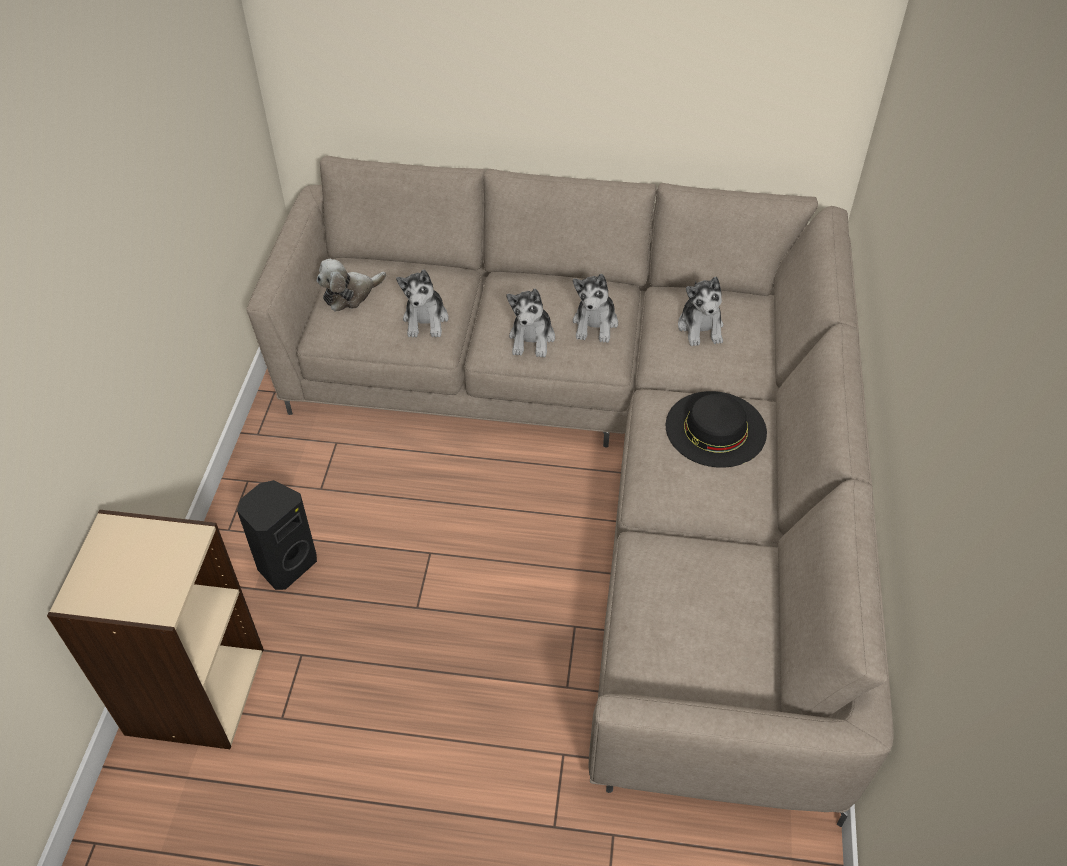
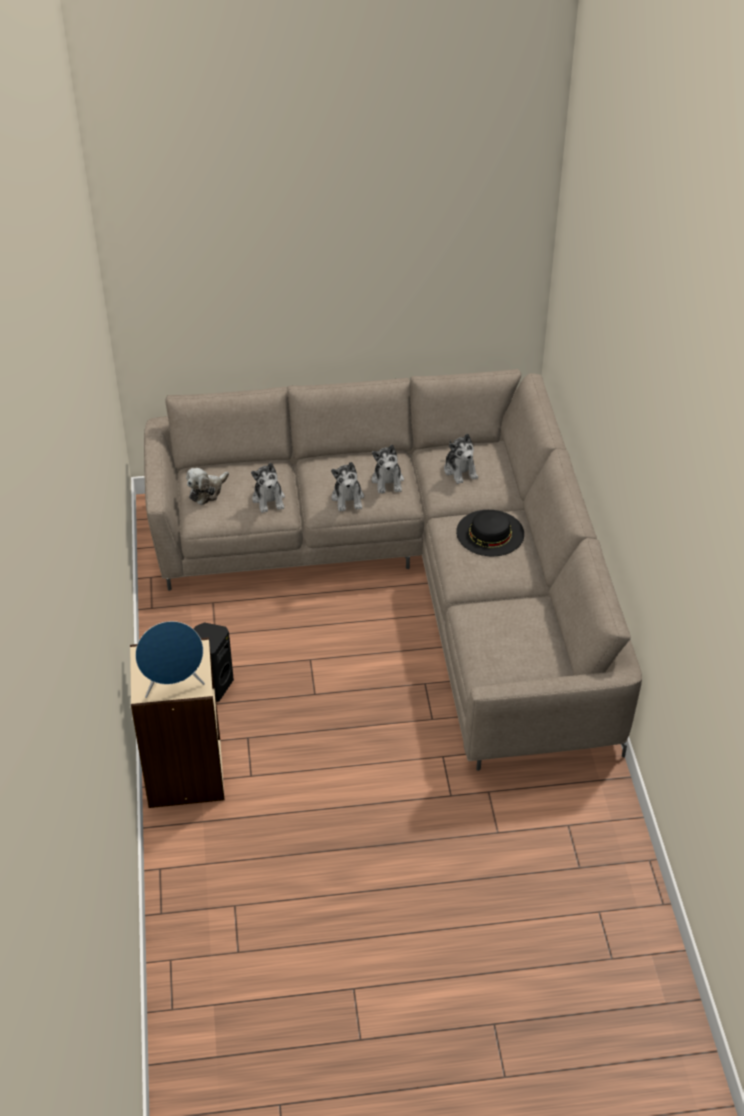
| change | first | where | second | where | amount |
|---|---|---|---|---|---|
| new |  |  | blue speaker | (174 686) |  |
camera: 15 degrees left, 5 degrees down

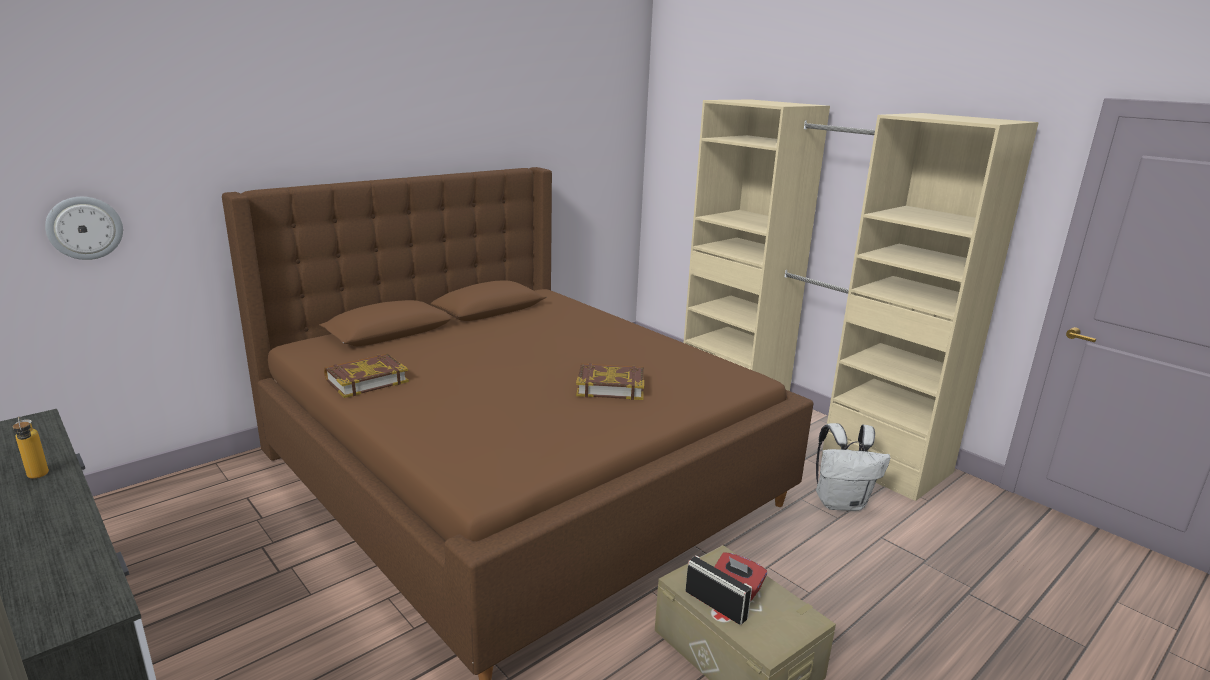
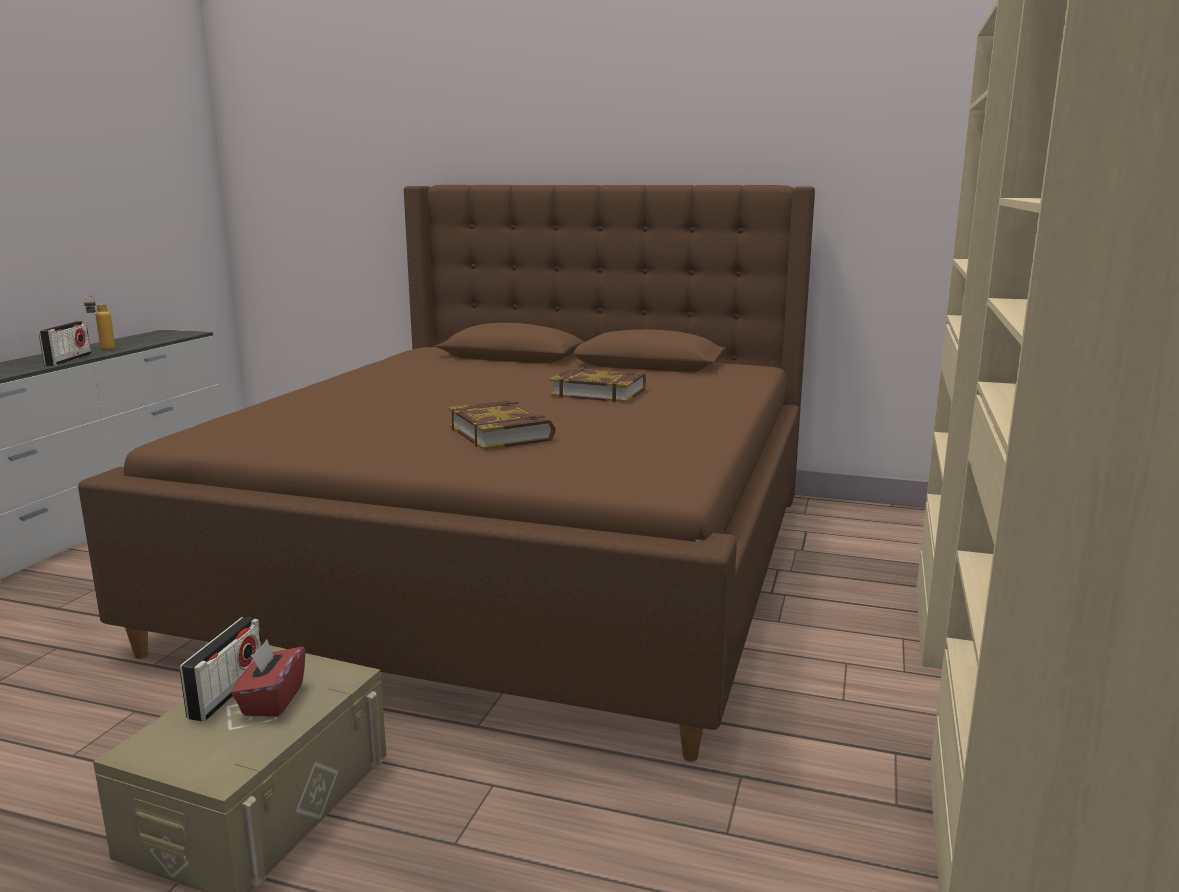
| change | first | where | second | where | amount |
|---|---|---|---|---|---|
| new |  |  | radio | (68 360) |  |
| shifted | book | (366 380) |  | (599 392) |  |
| gone | wall clock | (84 228) |  |  |  |
| gone | white backpack | (841 502) |  |  |  |
camera: 60 degrees right, 5 degrees down

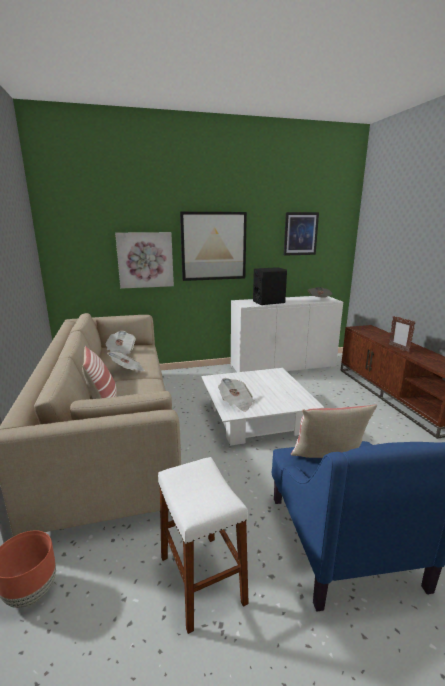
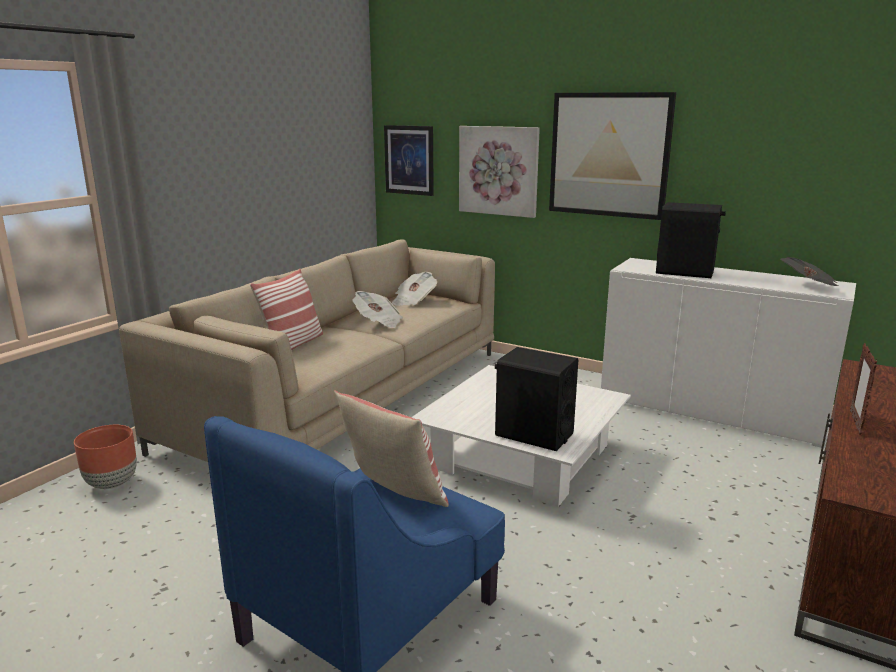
| change | first | where | second | where | amount |
|---|---|---|---|---|---|
| shifted | picture | (300 234) |  | (409 160) |  |
| new |  |  | black speaker | (533 434) |  |
| gone | white stool | (202 579) |  |  |  |
| gone | newspaper | (236 403) |  |  |  |
camera: 45 degrees right, 0 degrees up

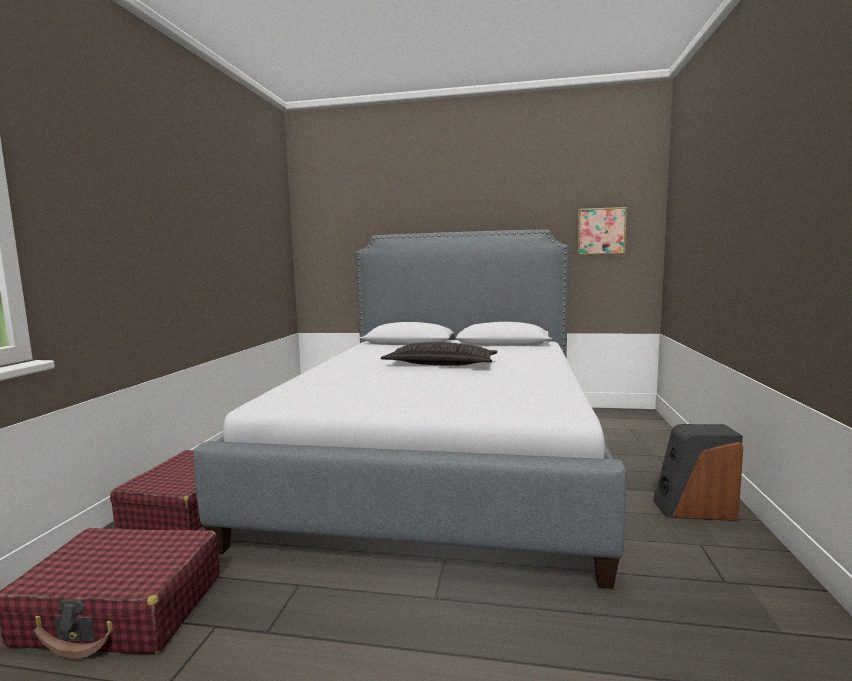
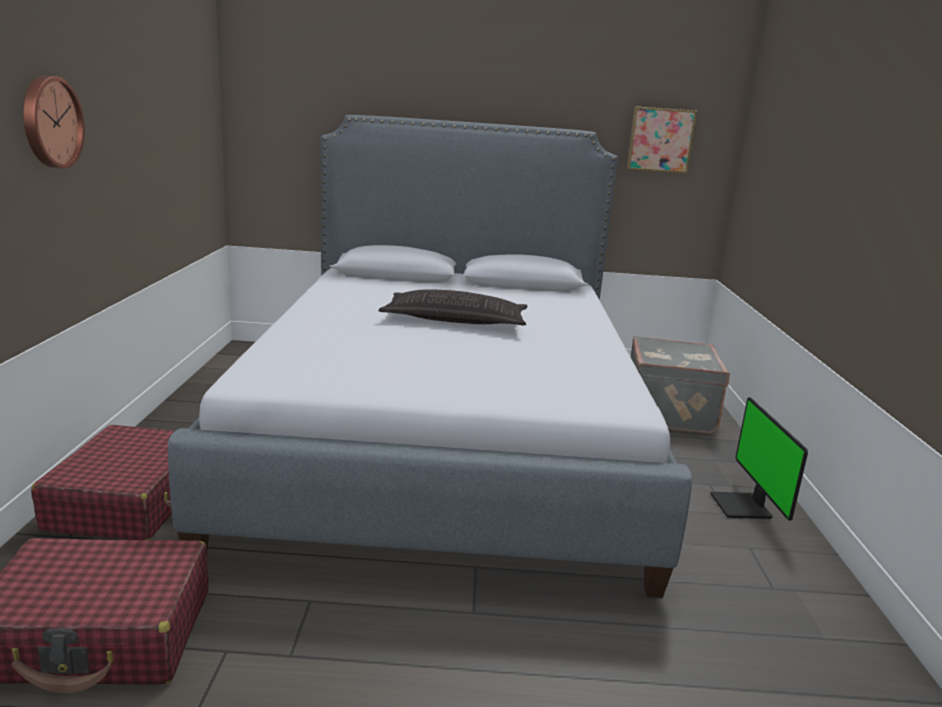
| change | first | where | second | where | amount |
|---|---|---|---|---|---|
| new |  |  | wall clock | (50 122) |  |
| new |  |  | grey suitcase | (670 412) |  |
| swapped | speaker | (694 509) | monitor | (743 507) |  |
camera: 10 degrees left, 10 degrees up

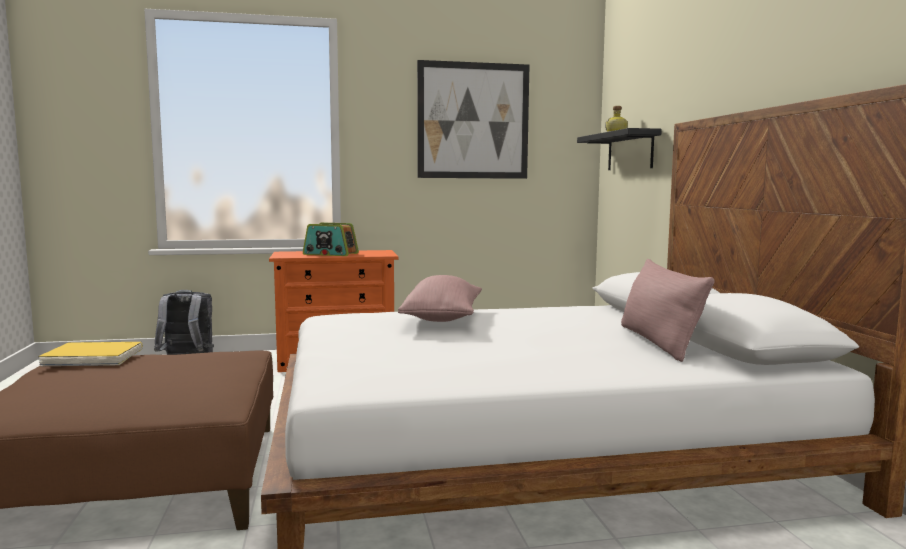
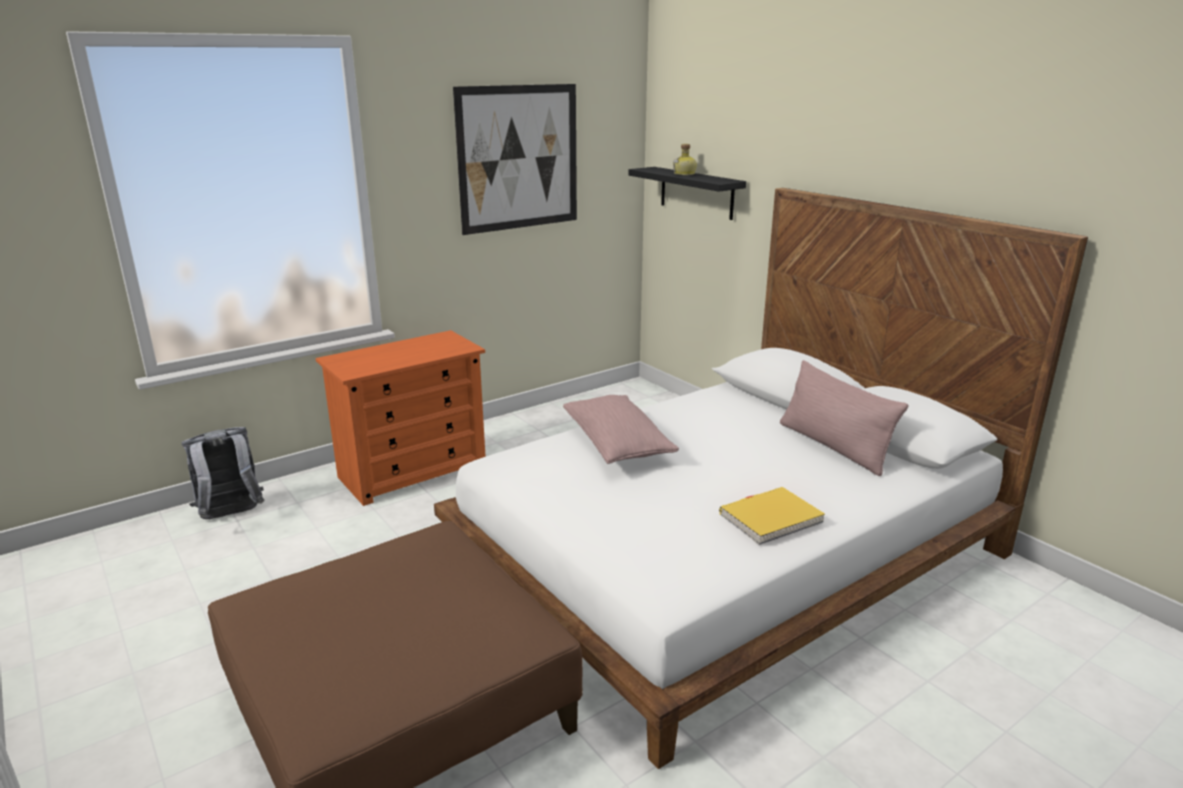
| change | first | where | second | where | amount |
|---|---|---|---|---|---|
| shifted | yellow book | (93 358) |  | (770 519) |  |
| gone | radio | (330 254) |  |  |  |
camera: 25 degrees left, 15 degrees up

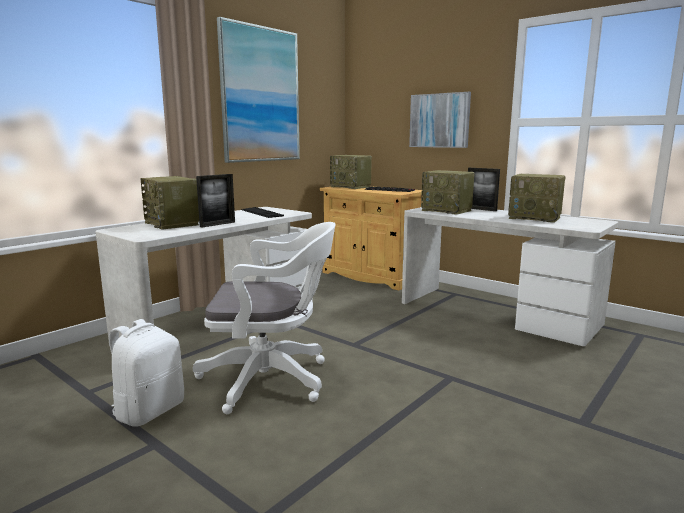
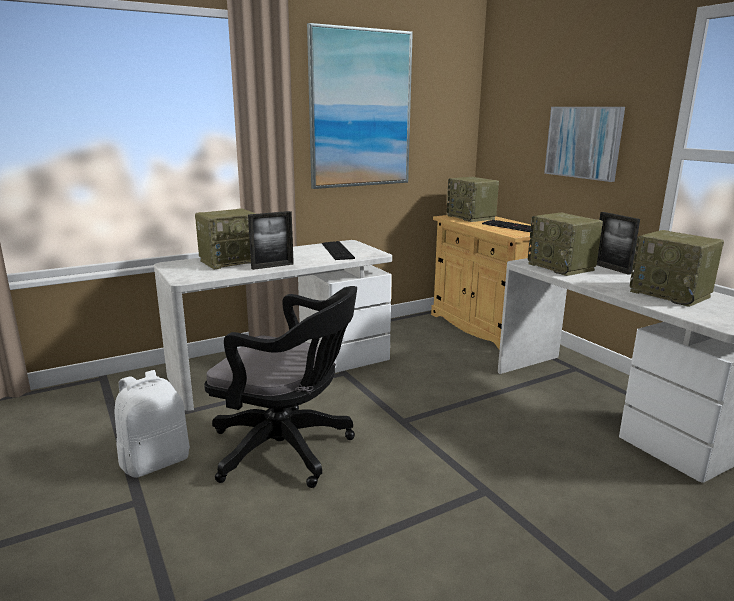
| change | first | where | second | where | amount |
|---|---|---|---|---|---|
| rotated | radio | (173 224) |  | (231 261) | 105 degrees counterclockwise |
| repainted | white office chair | (272 380) | black office chair | (288 450) |  |
camera: 20 degrees right, 5 degrees up

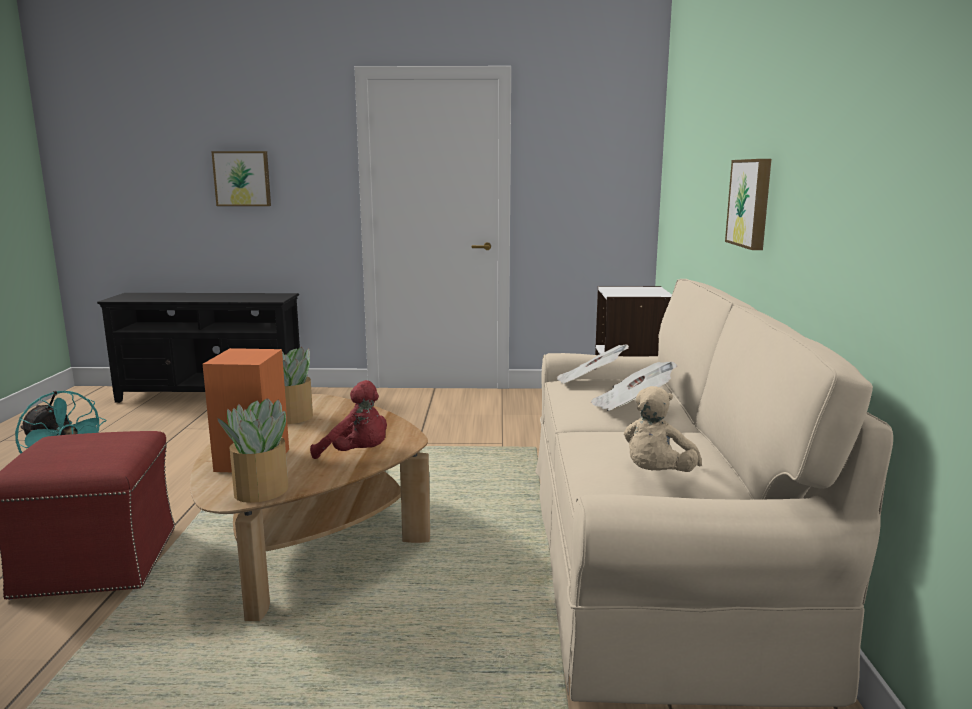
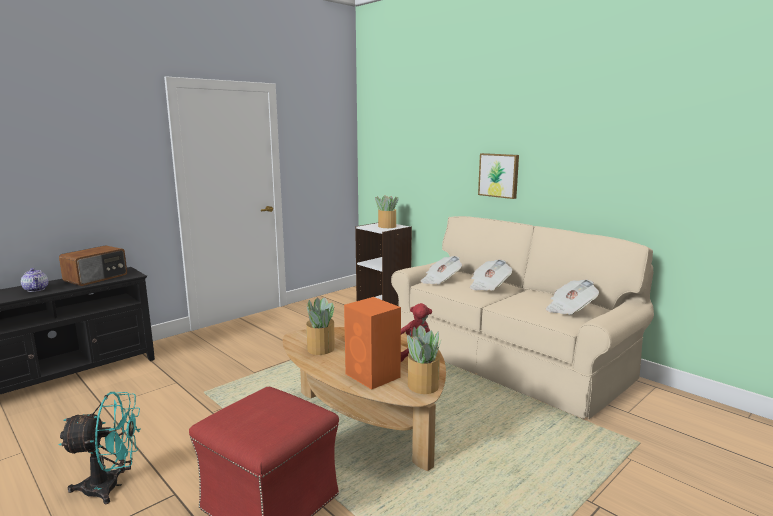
| change | first | where | second | where | amount |
|---|---|---|---|---|---|
| new |  |  | teapot | (36 289) |  |
| new |  |  | radio | (97 278) |  |
| new |  |  | potted plant | (386 226) |  |
| swapped | beige plush toy | (657 475) | newspaper | (569 309) |  |
| gone | picture | (242 178) |  |  |  |
camera: 45 degrees left, 0 degrees up

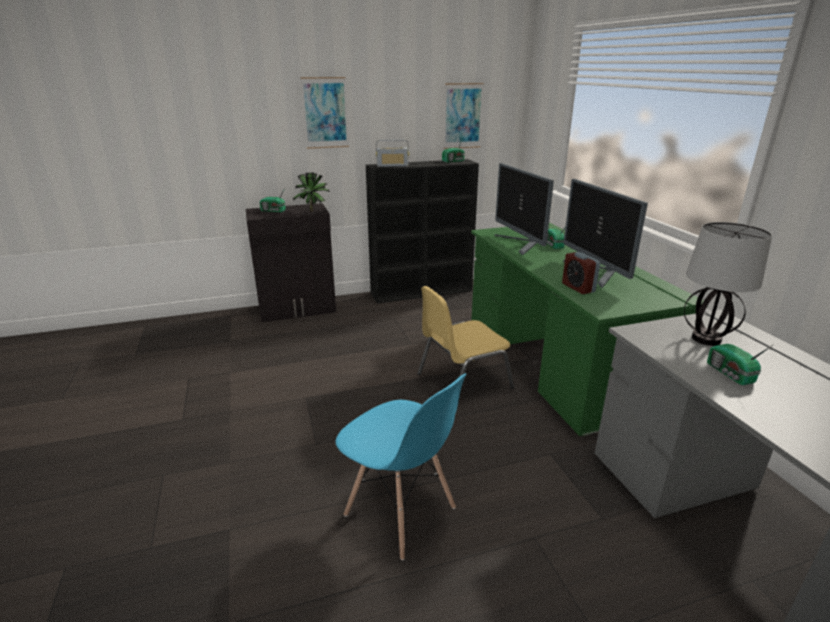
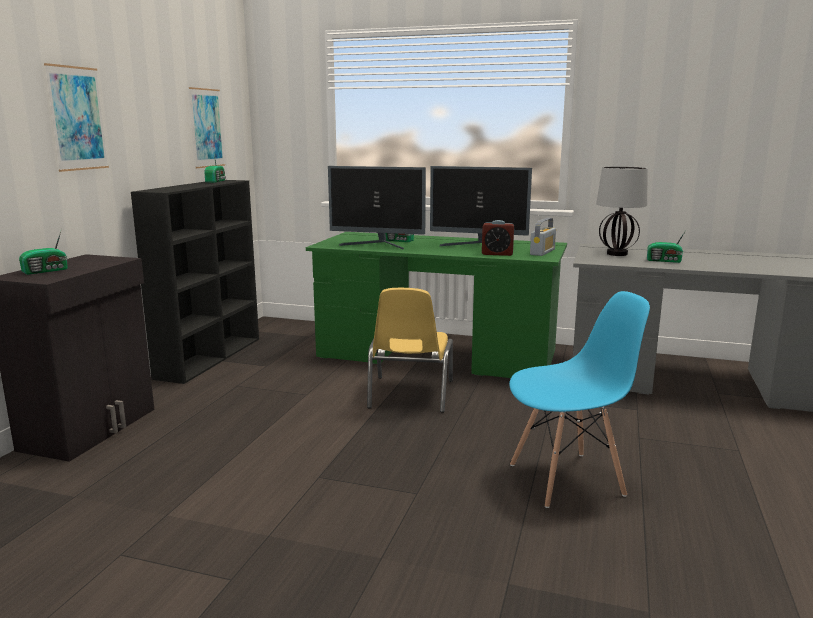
| change | first | where | second | where | amount |
|---|---|---|---|---|---|
| shifted | radio | (392 165) |  | (542 252) |  |
| gone | potted plant | (314 211) |  |  |  |
camera: 55 degrees left, 10 degrees down

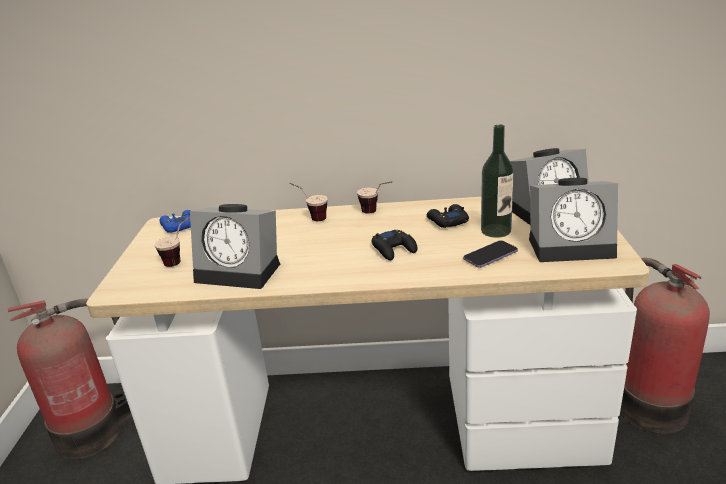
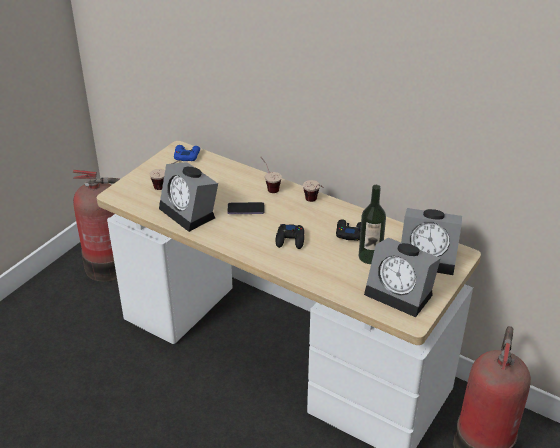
| change | first | where | second | where | amount |
|---|---|---|---|---|---|
| shifted | phone | (490 255) |  | (246 209) |  |
camera: 30 degrees right, 10 degrees up

